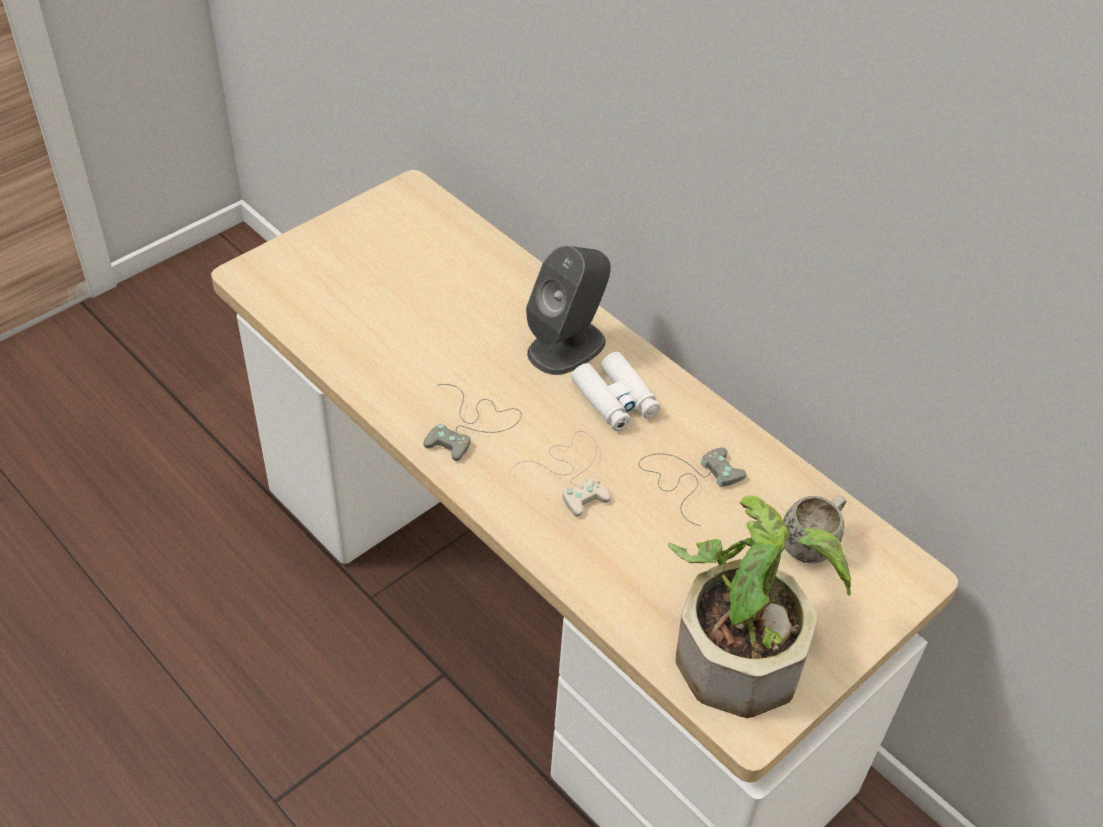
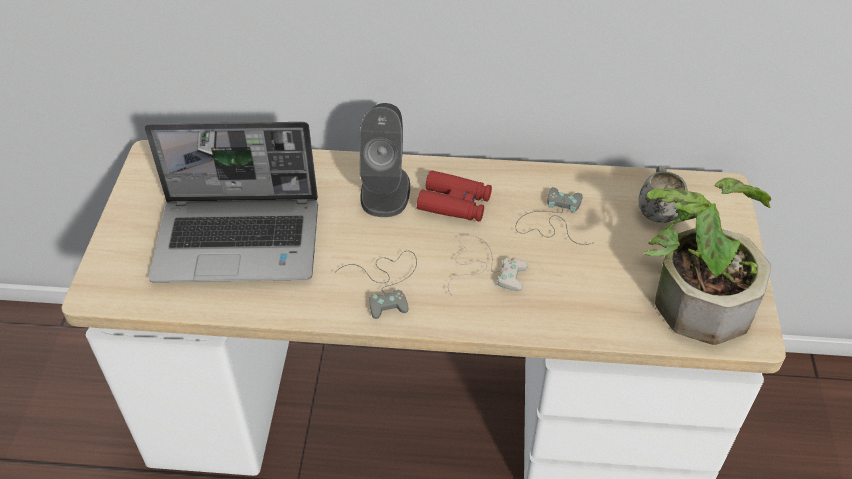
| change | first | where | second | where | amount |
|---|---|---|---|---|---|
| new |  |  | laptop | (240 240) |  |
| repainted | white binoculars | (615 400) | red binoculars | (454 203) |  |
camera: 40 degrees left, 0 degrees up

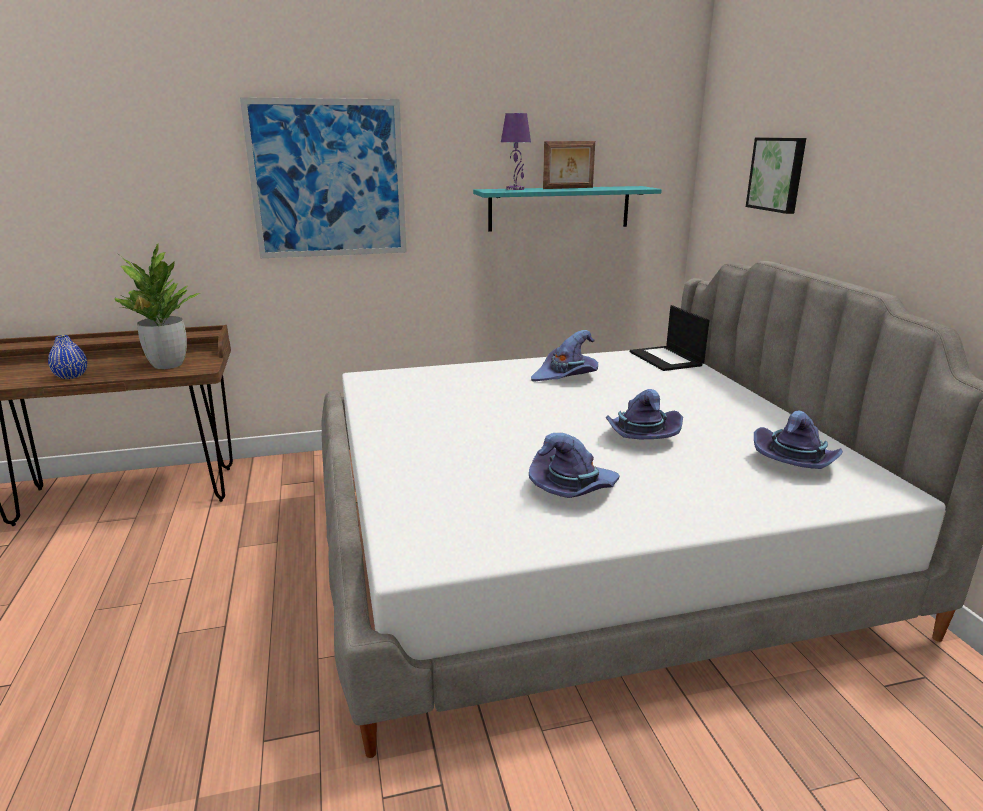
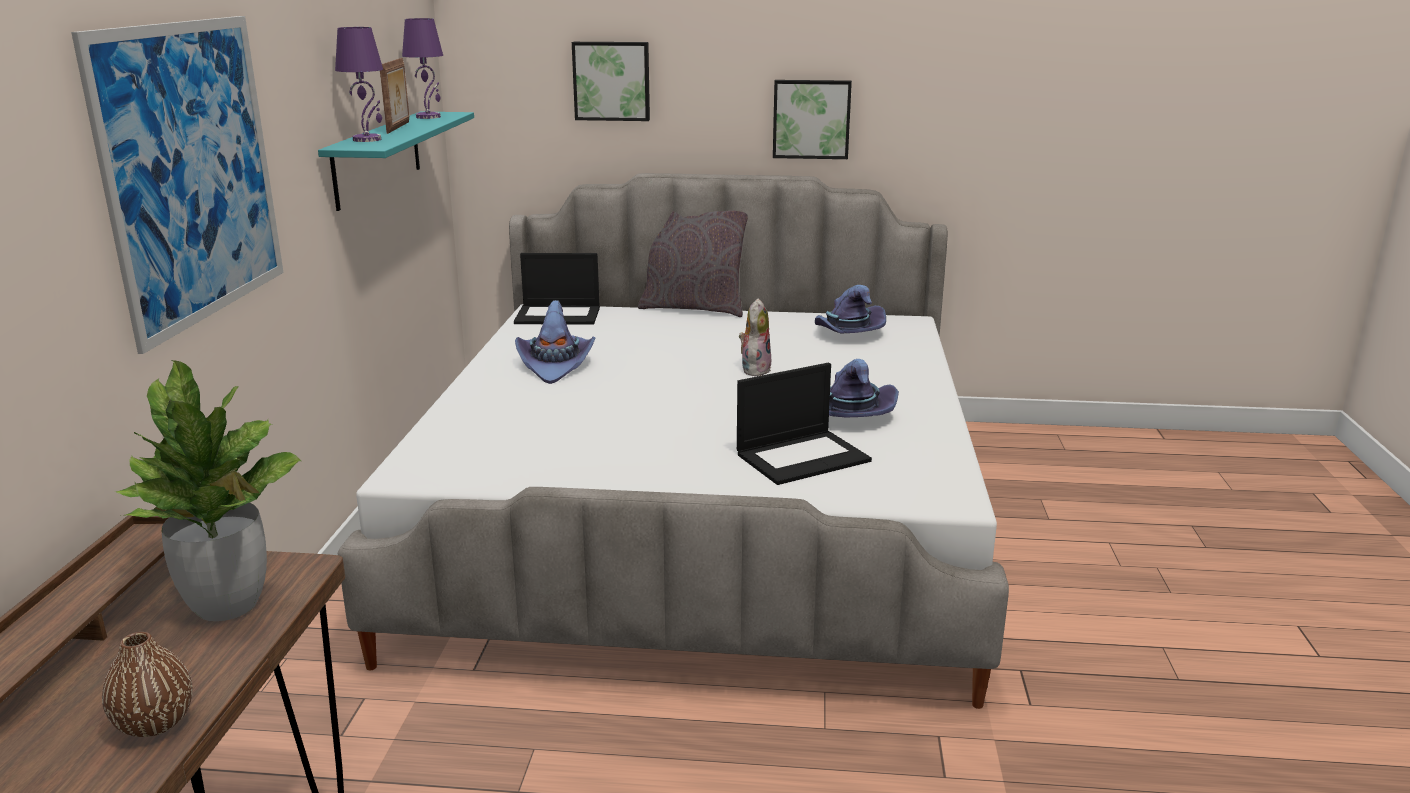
| change | first | where | second | where | amount |
|---|---|---|---|---|---|
| repainted | blue vase | (71 376) | brown vase | (154 723) |  |
| new |  |  | purple table lamp | (428 117) |  |
| new |  |  | grey pillow | (694 308) |  |
| new |  |  | laptop | (803 457) |  |
| swapped | purple hat | (639 436) | plush toy | (754 369) |  |
| new |  |  | picture | (811 119) |  |
camera: 70 degrees left, 0 degrees up

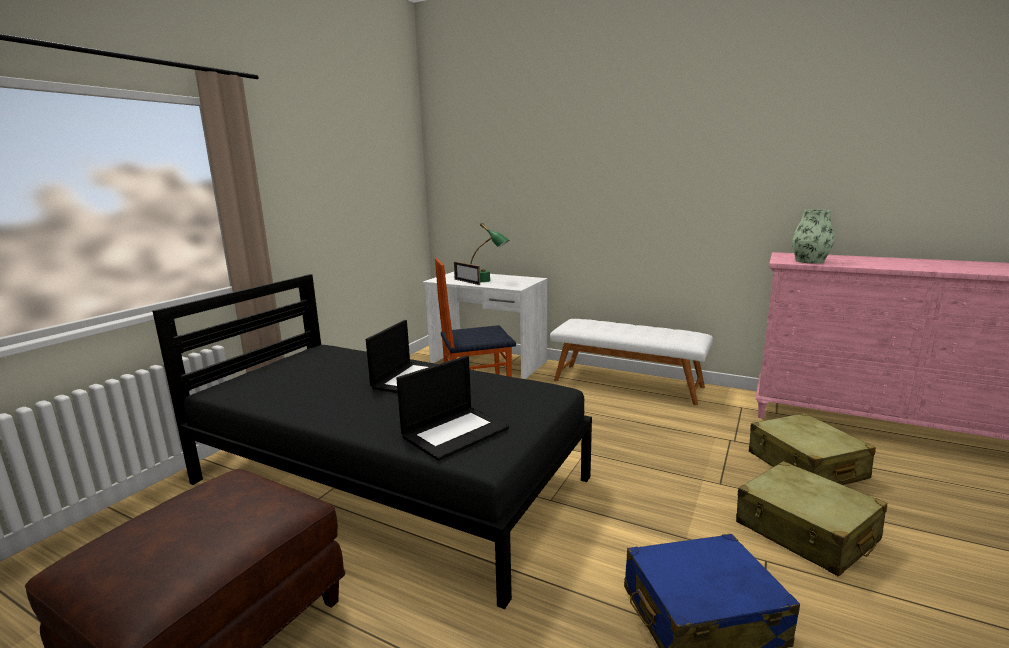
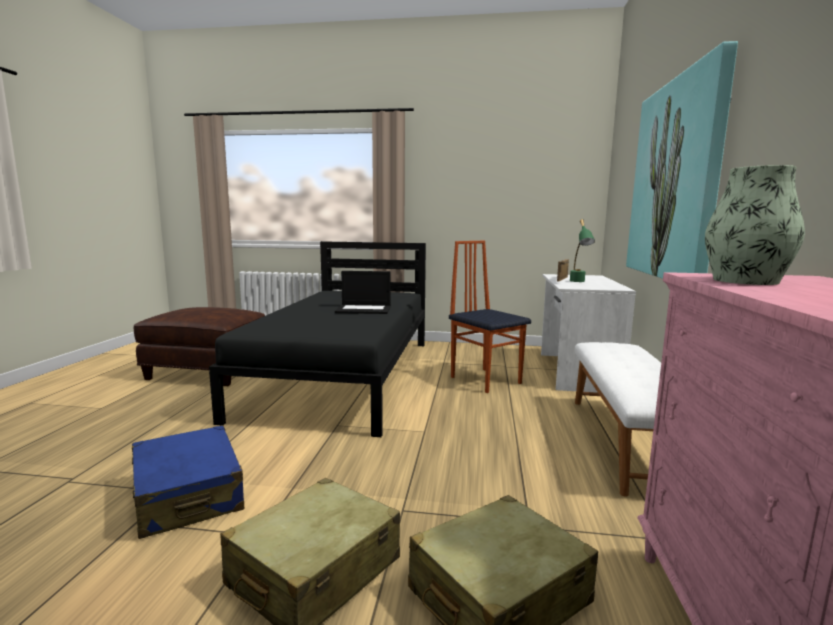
| change | first | where | second | where | amount |
|---|---|---|---|---|---|
| new |  |  | picture | (675 180) |  |
| gone | laptop | (455 432) |  |  |  |
camera: 70 degrees right, 5 degrees down

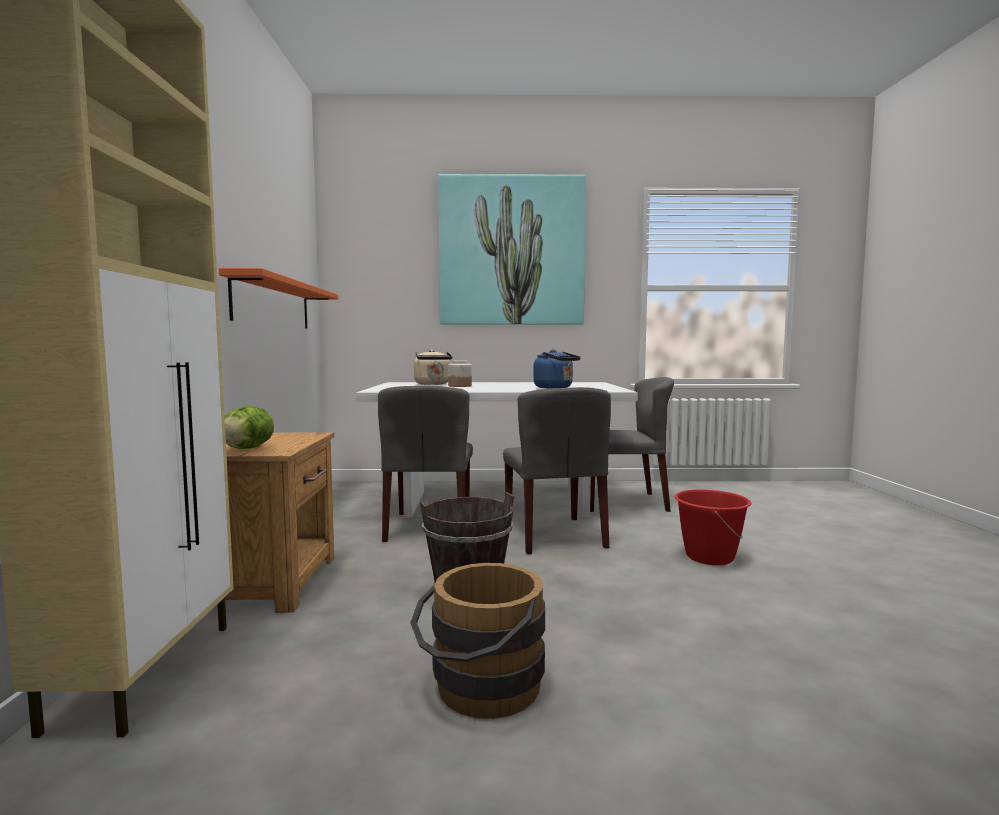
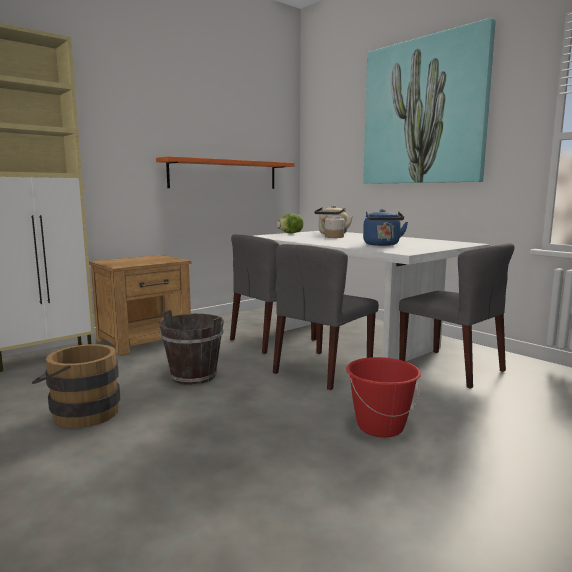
| change | first | where | second | where | amount |
|---|---|---|---|---|---|
| shifted | lettuce | (246 449) |  | (290 233) |  |
camera: 50 degrees right, 5 degrees up

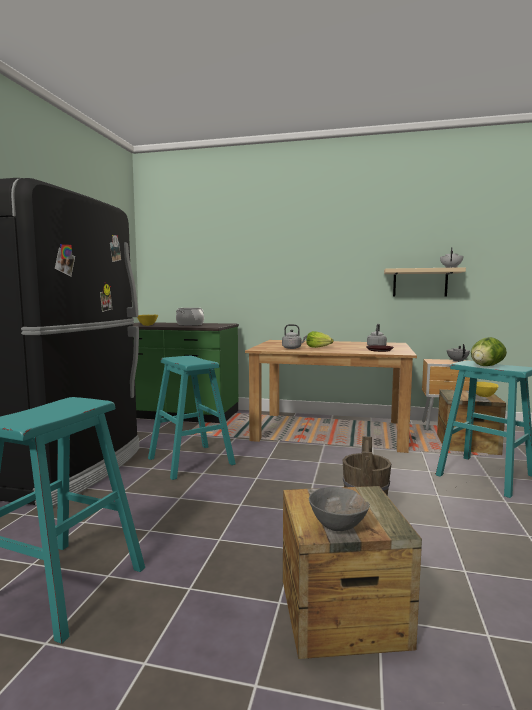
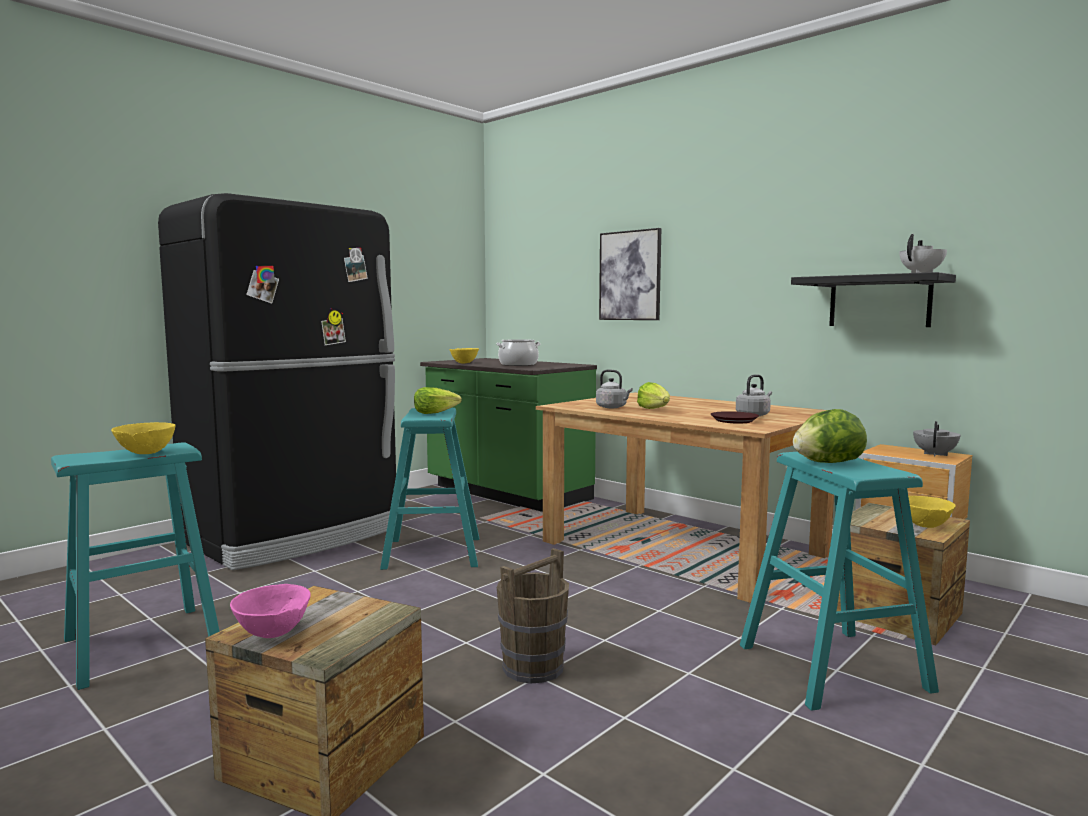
| change | first | where | second | where | amount |
|---|---|---|---|---|---|
| new |  |  | yellow bowl | (145 453) |  |
| repainted | grey bowl | (338 527) | pink bowl | (273 634) |  |
| new |  |  | lettuce | (435 413) |  |
| new |  |  | picture | (630 275) |  |
| repainted | beige shelf | (420 283) | black shelf | (879 301) |  |
camera: 30 degrees right, 0 degrees up

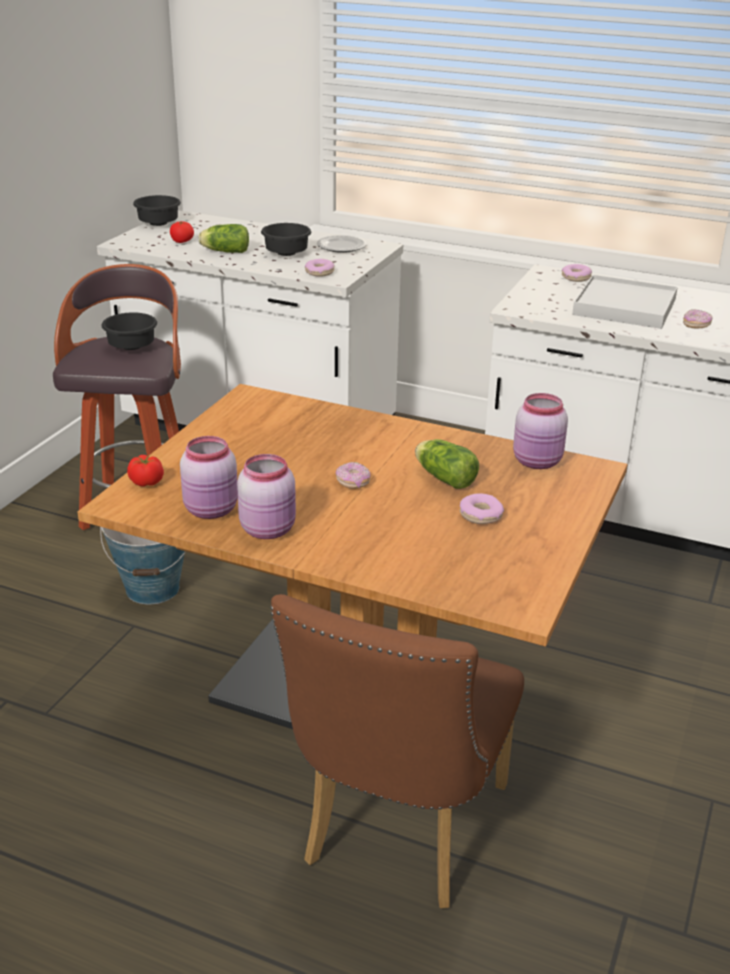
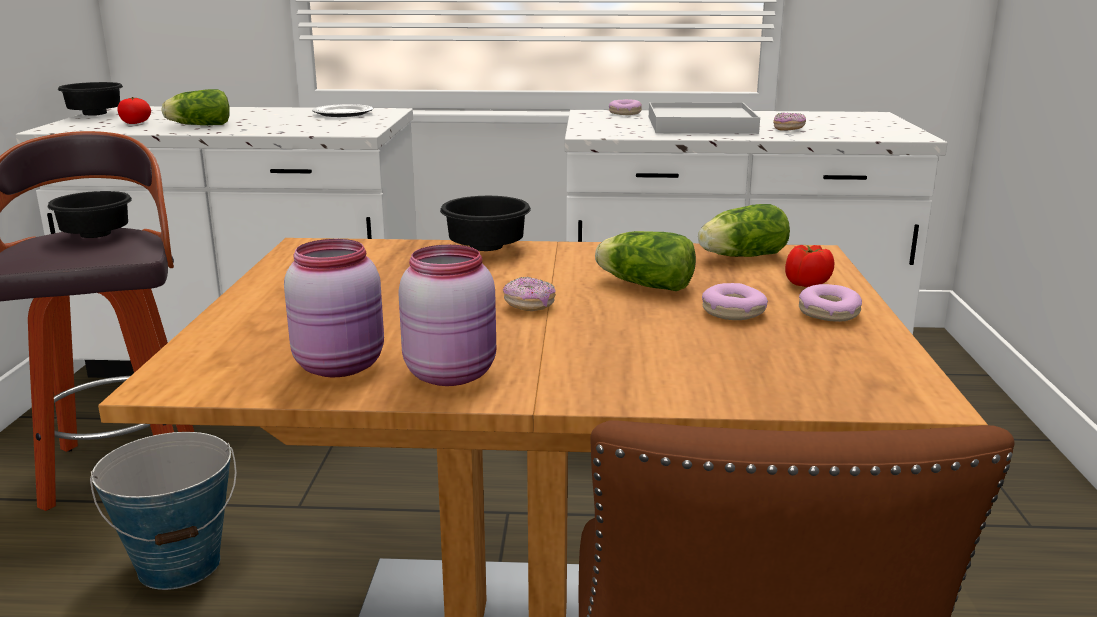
| change | first | where | second | where | amount |
|---|---|---|---|---|---|
| shifted | black bowl | (286 254) |  | (487 249) |  |
| swapped | pink jar | (538 462) | lettuce | (739 256) |  |
| shifted | tomato | (146 482) |  | (806 284) |  |
| shifted | donut | (319 272) |  | (828 313) |  |
camera: 20 degrees left, 10 degrees down

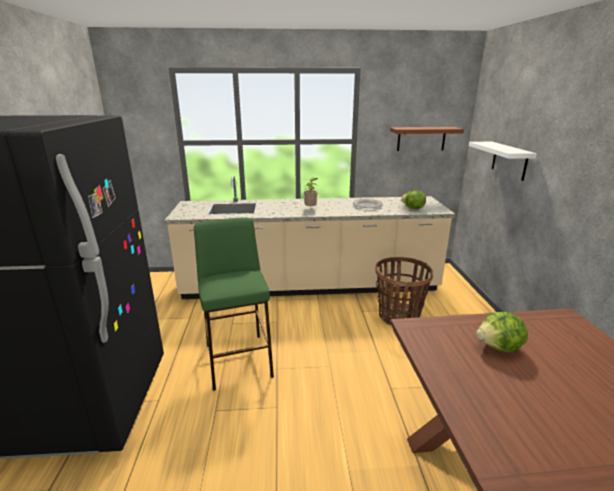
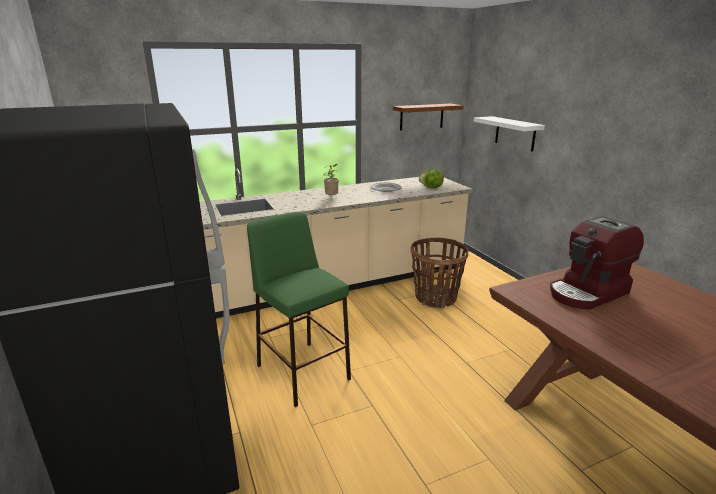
| change | first | where | second | where | amount |
|---|---|---|---|---|---|
| swapped | lettuce | (499 347) | coffee machine | (588 293) |  |
camera: 20 degrees left, 0 degrees up

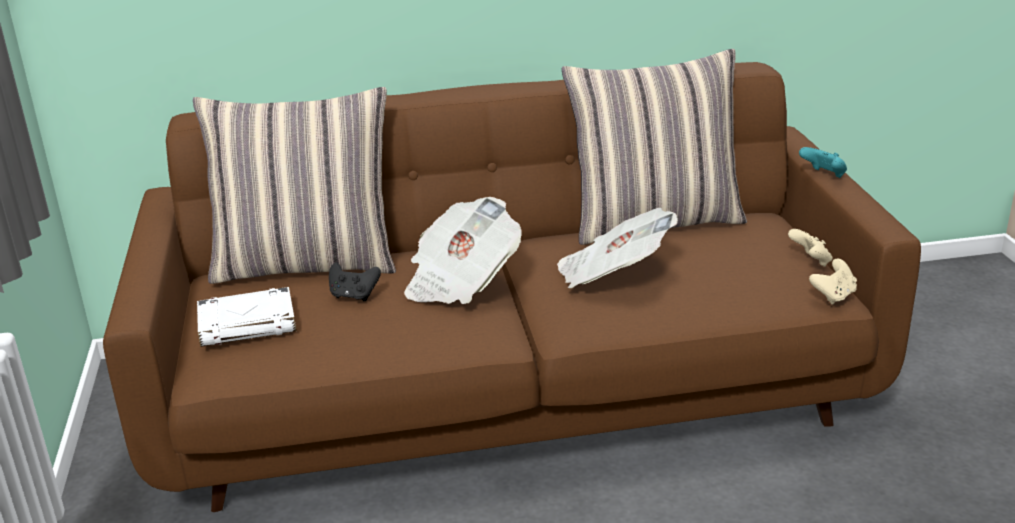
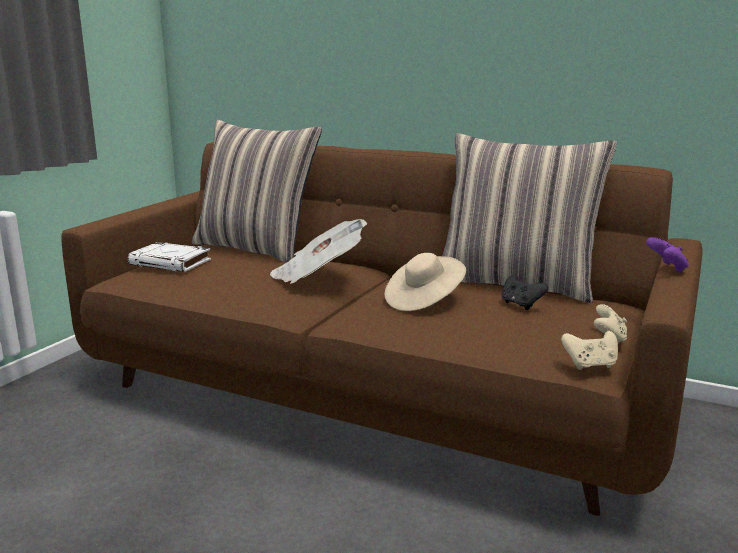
| change | first | where | second | where | amount |
|---|---|---|---|---|---|
| swapped | newspaper | (612 275) | beige hat | (424 301) |  |
| shifted | black game controller | (354 296) |  | (521 305) |  |
| repainted | turquoise game controller | (823 175) | purple game controller | (666 268) |  |
camera: 35 degrees right, 10 degrees down

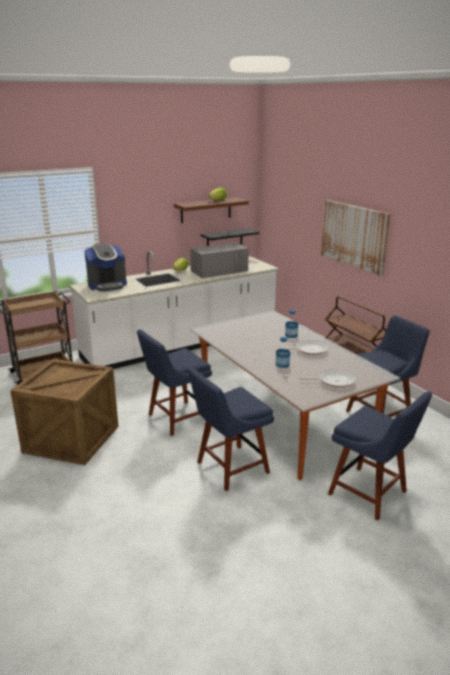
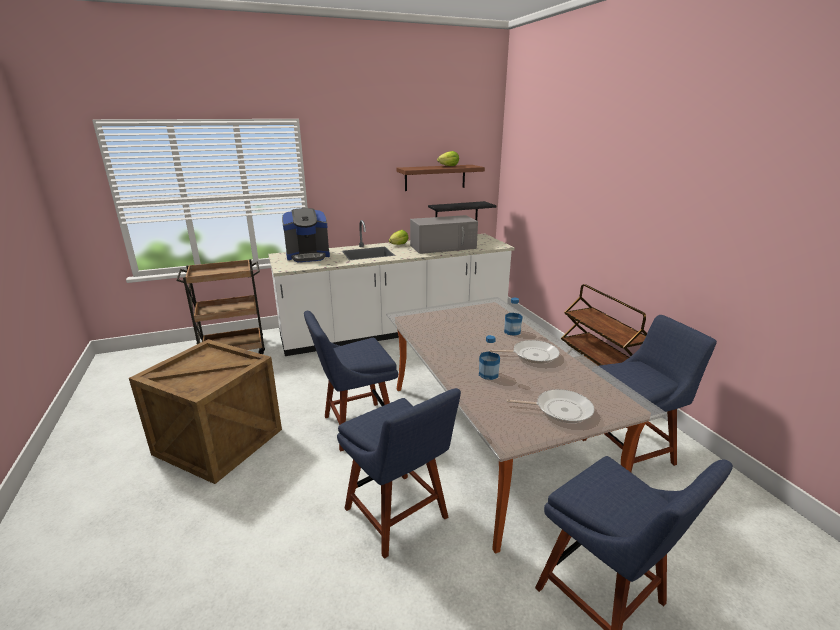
| change | first | where | second | where | amount |
|---|---|---|---|---|---|
| rotated | blue chair | (229 468) |  | (399 516) | 105 degrees counterclockwise |
| gone | picture | (353 235) |  |  |  |
camera: 10 degrees right, 0 degrees up

